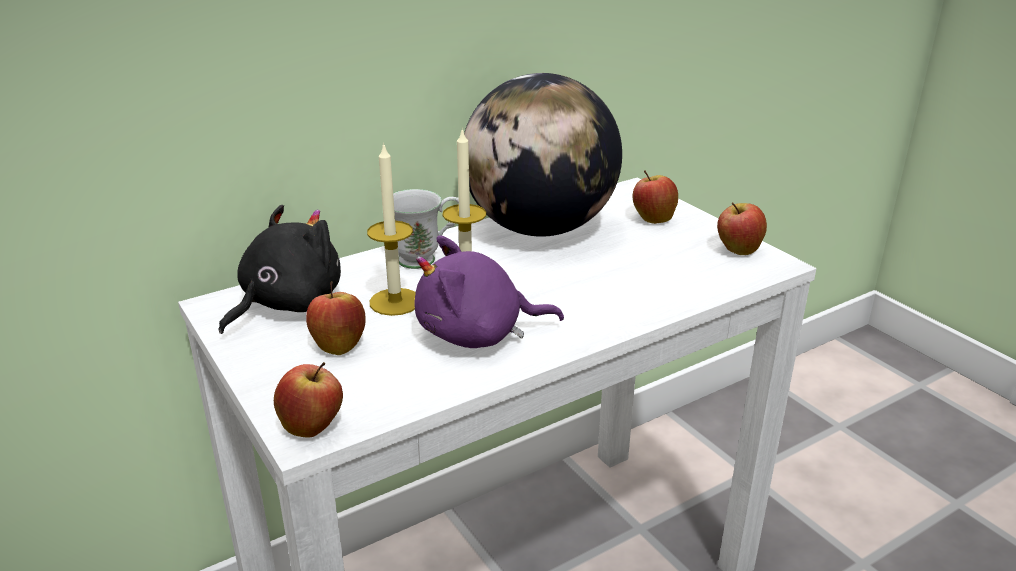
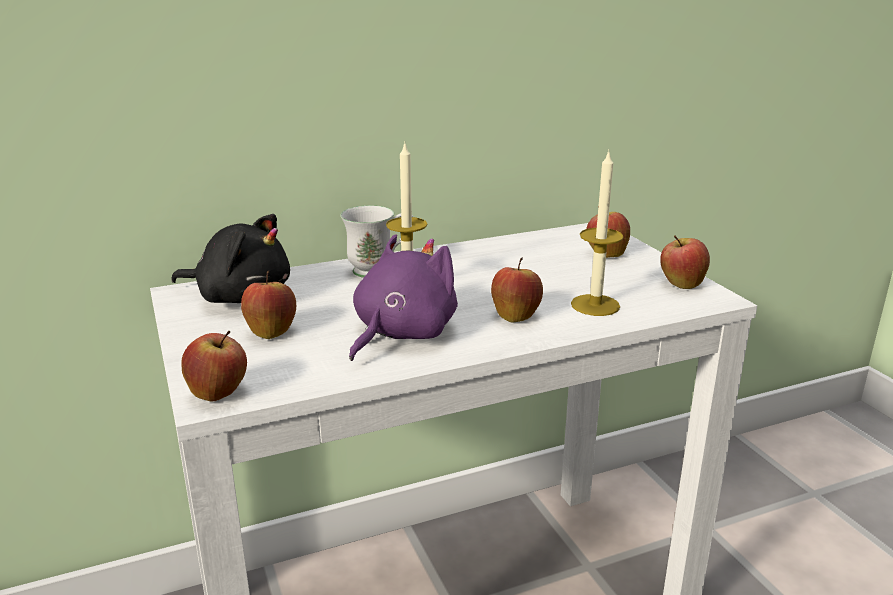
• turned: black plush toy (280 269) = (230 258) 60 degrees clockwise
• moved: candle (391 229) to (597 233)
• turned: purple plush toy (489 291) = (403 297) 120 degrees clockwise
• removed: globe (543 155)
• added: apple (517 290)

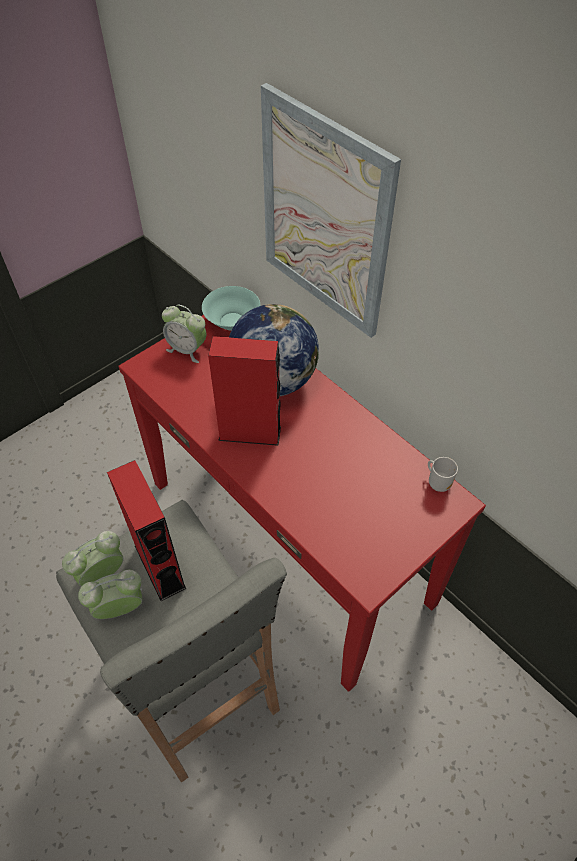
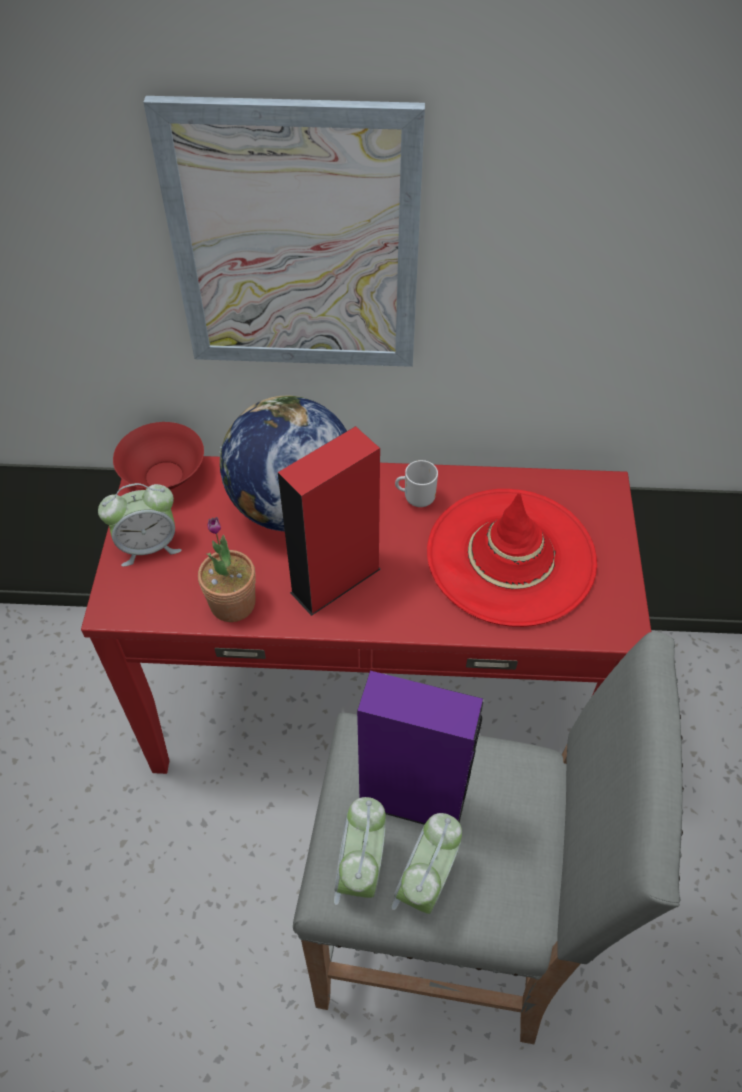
• recoloured: red speaker (146 530) to purple speaker (420 748)
• recoloured: turquoise bowl (231 308) to red bowl (158 456)
• moved: mug (443 474) to (416 483)
• added: potted plant (227 569)
• added: red hat (512 558)

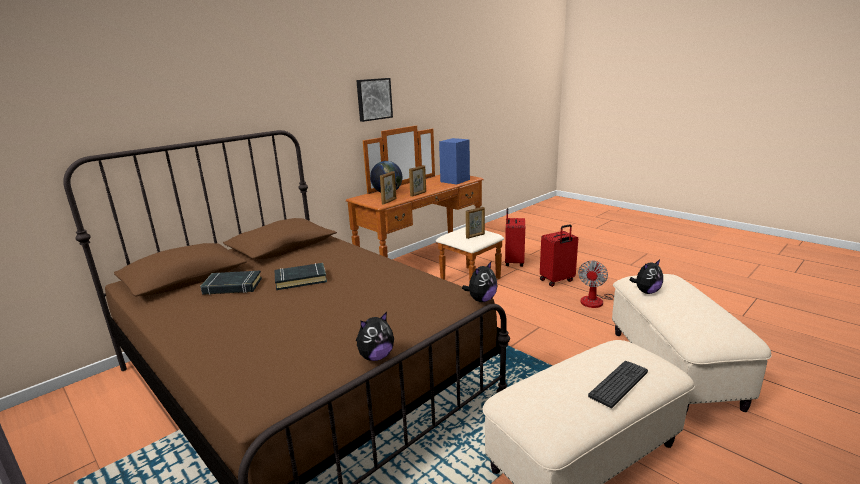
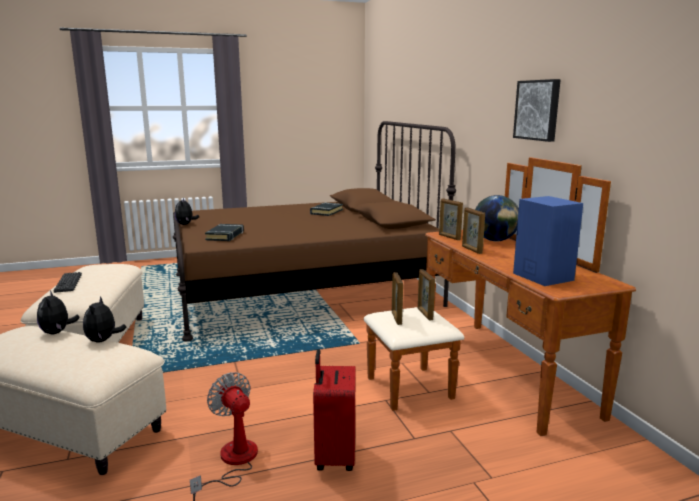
• moved: black book (301 276) to (224 232)
• moved: plush toy (479 282) to (58 312)
• removed: red suitcase (515 237)
• added: picture frame (426 295)

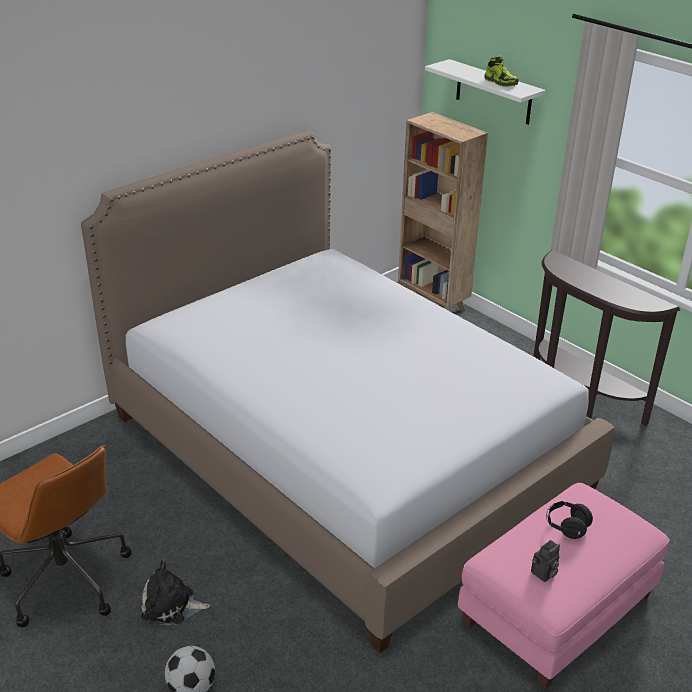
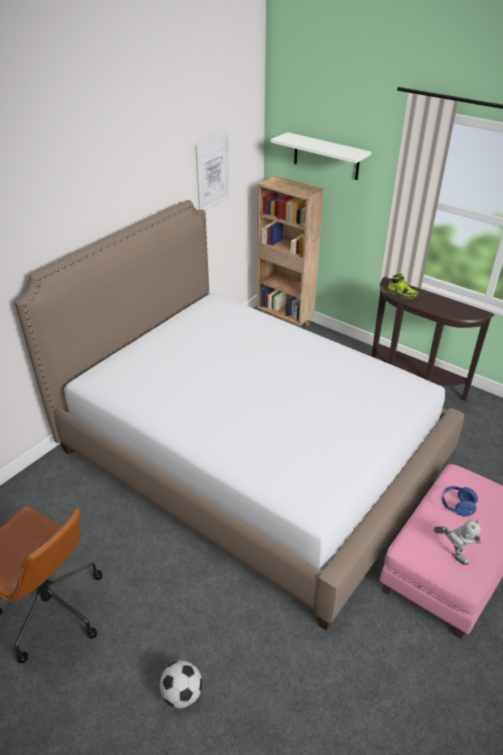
• removed: plush toy (175 592)
• moved: shoe (501 71) to (403 286)
• replaced: photo camera (545 561) to toy robot (458 542)
• recoloured: black headphones (569 520) to blue headphones (459 501)
• added: picture (213 171)

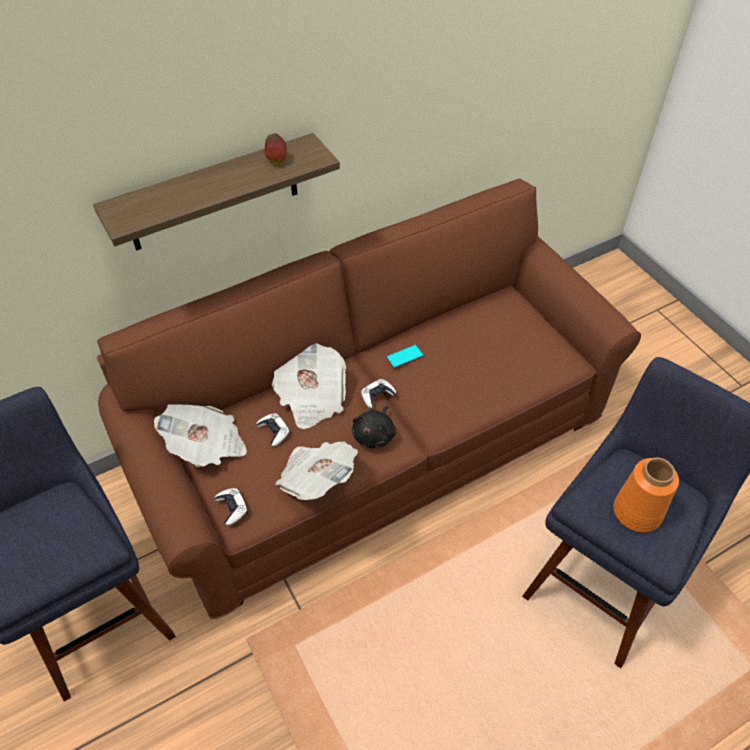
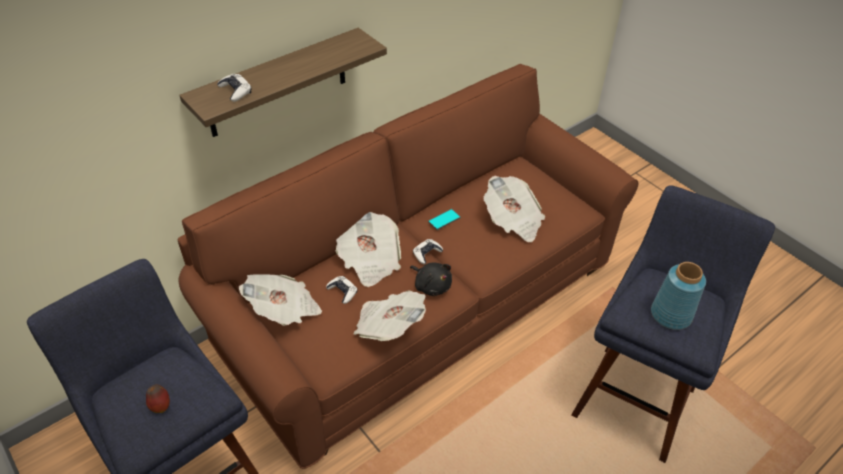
• moved: white game controller (231 506) to (234 88)
• moved: apple (275 149) to (158 398)
• turned: black plush toy (374 427) = (431 279) 60 degrees counterclockwise
• recoloured: orange vase (646 495) to blue vase (678 296)
• added: newspaper (514 209)

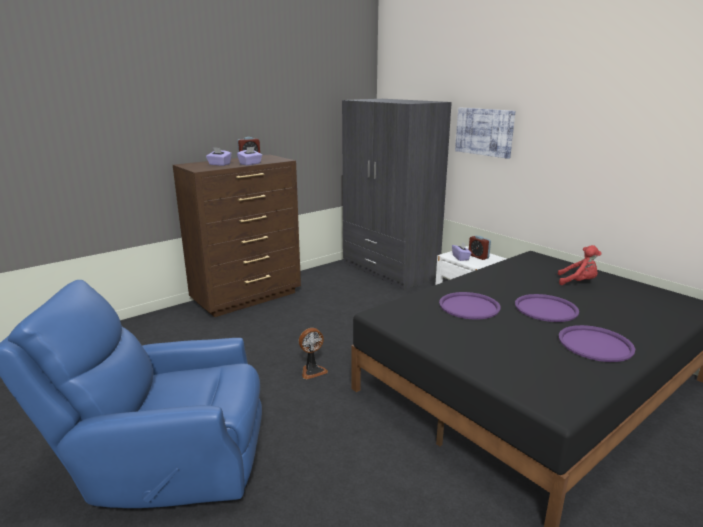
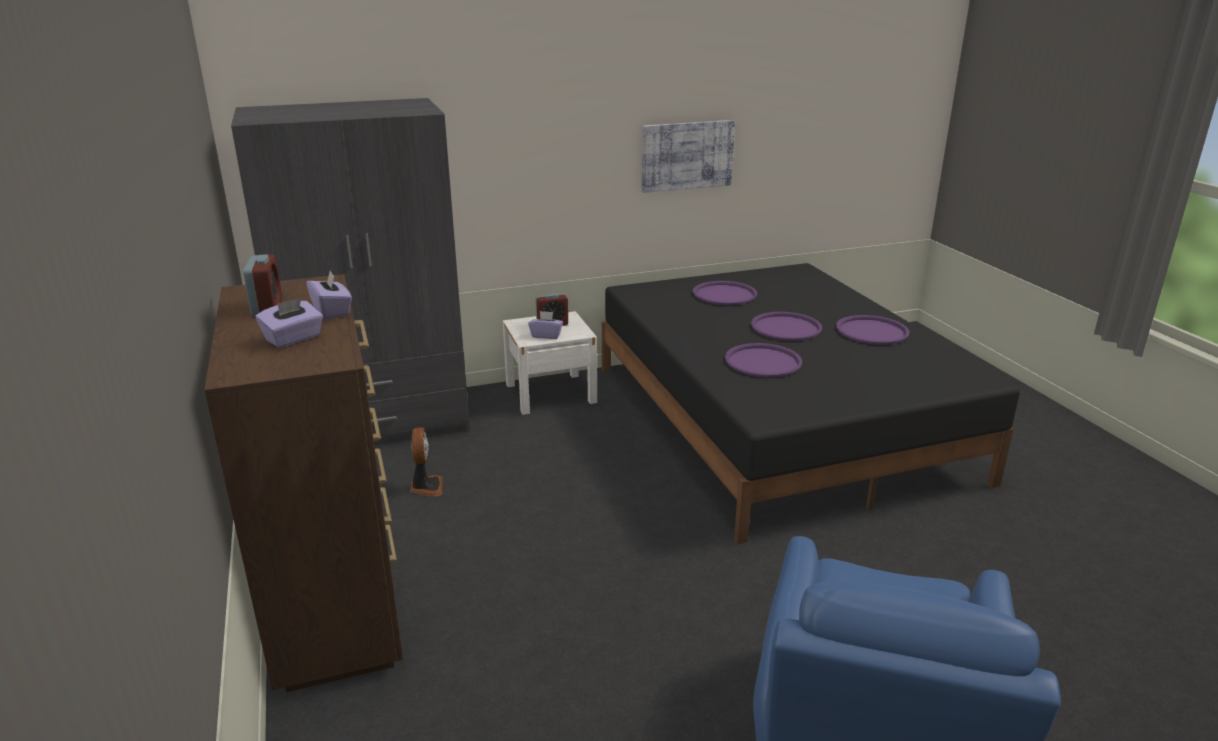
• moved: fan (313 353) to (426 462)
• moved: picture (485 133) to (688 156)
• replaced: red plush toy (579 265) to purple tray (725 293)

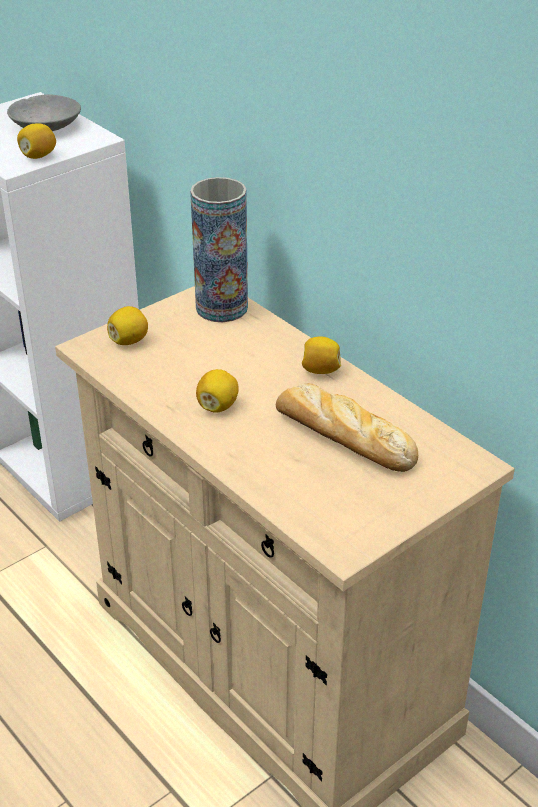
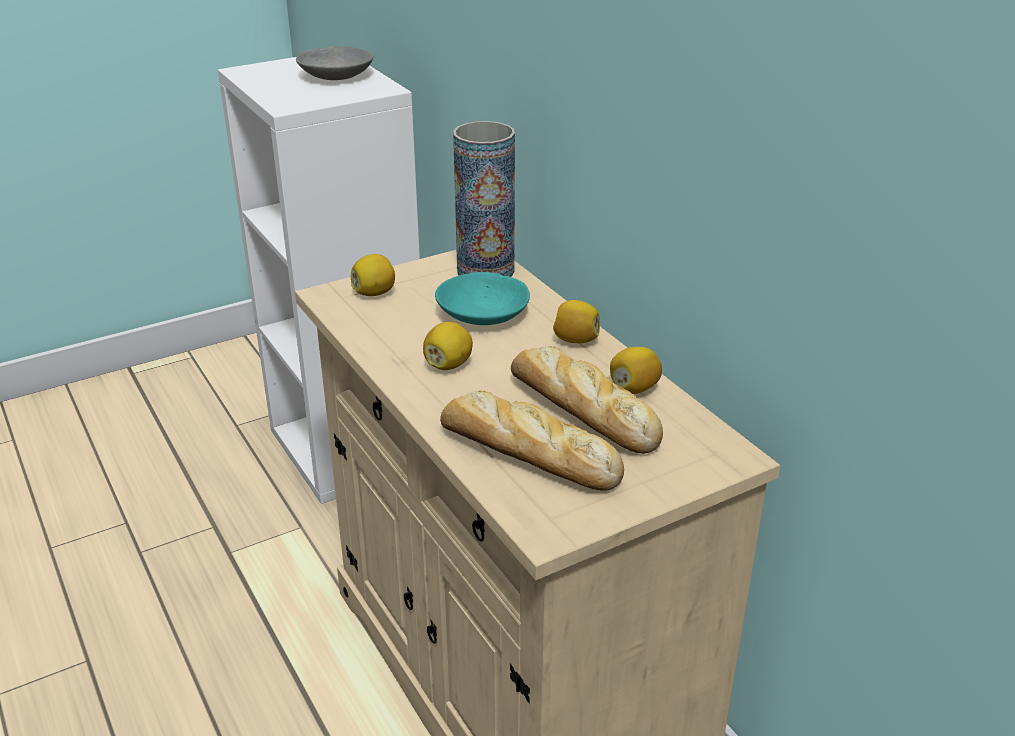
• moved: lemon (36 141) to (636 370)
• added: turquoise bowl (482 298)
• added: bread (532 440)

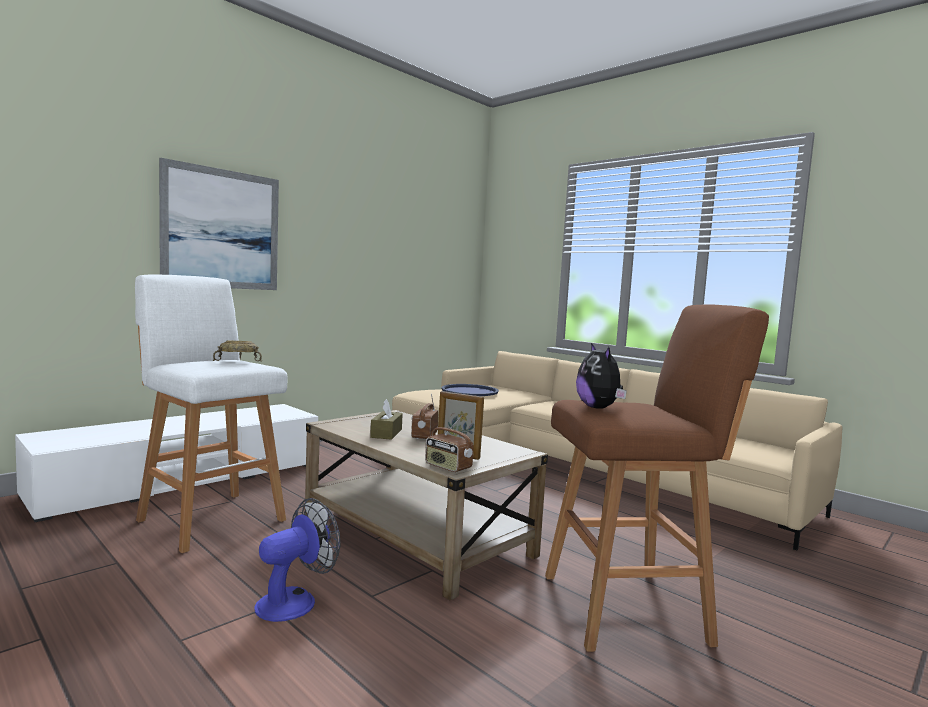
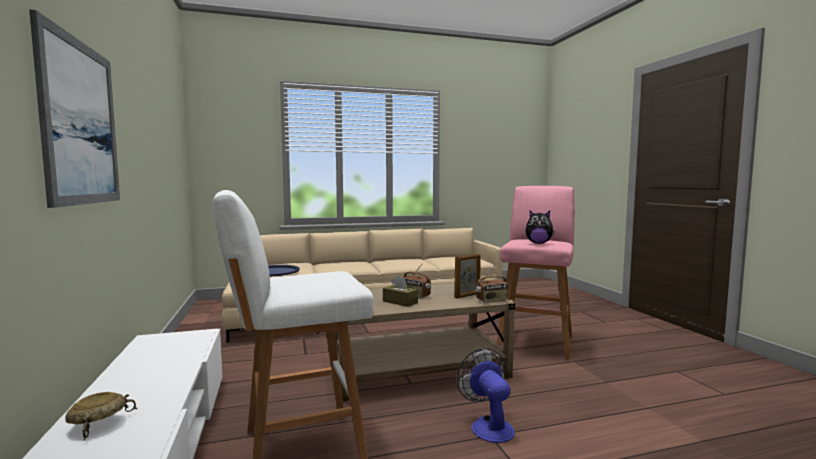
• moved: beige bowl (237 351) to (101 416)
• recoloured: brown stool (657 478) to pink stool (535 273)

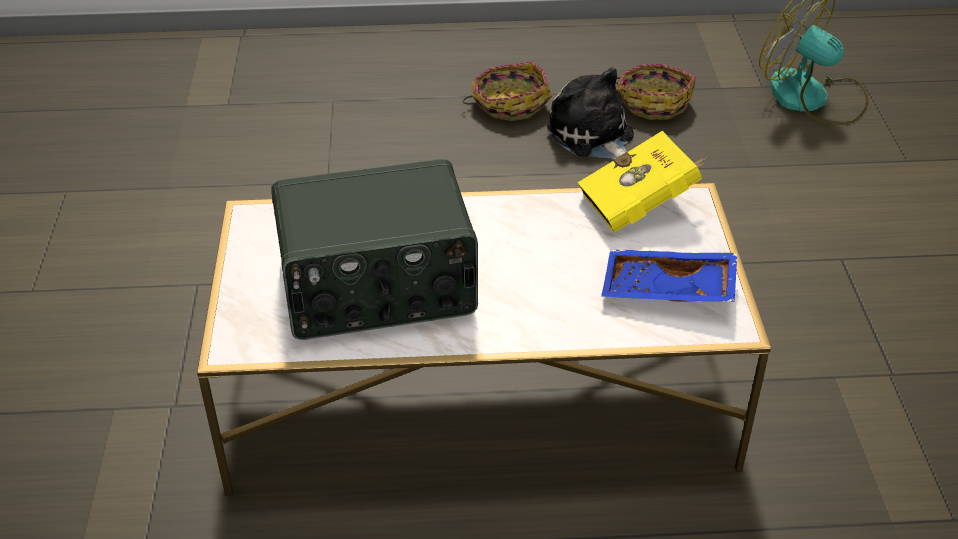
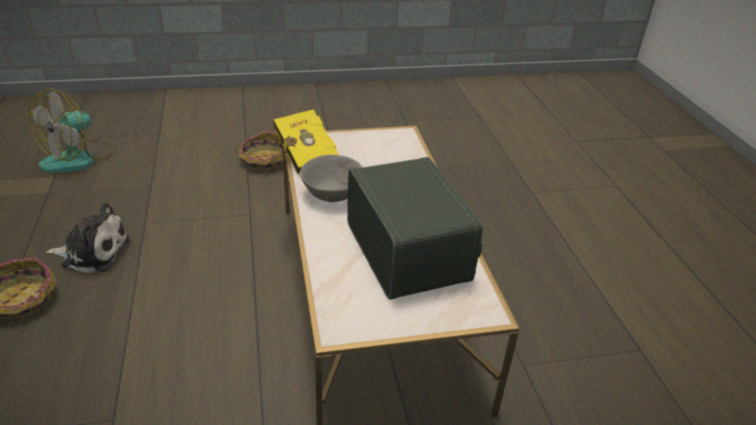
• turned: plush toy (590 113) = (88 238) 135 degrees counterclockwise
• removed: blue tray (669 276)
• moved: basket (656 92) to (261 151)
• added: grey bowl (331 178)

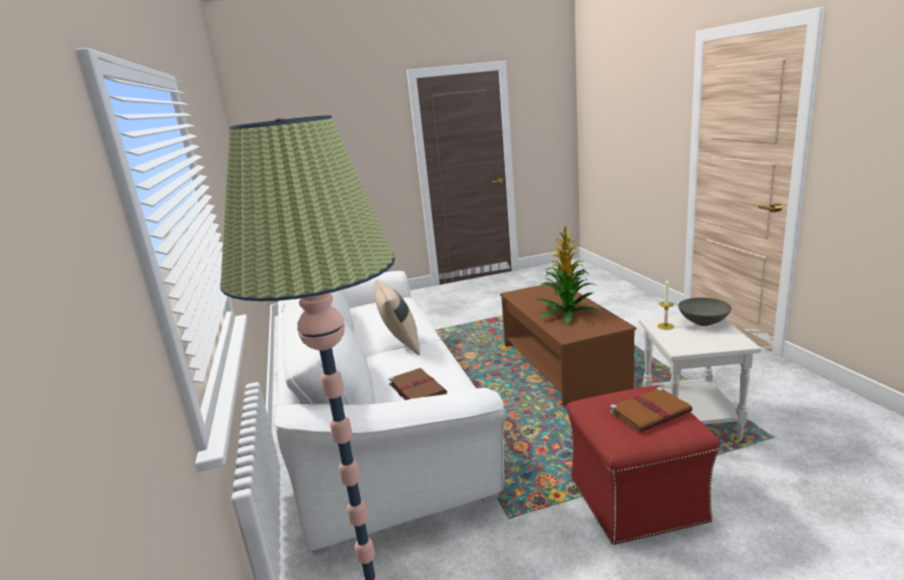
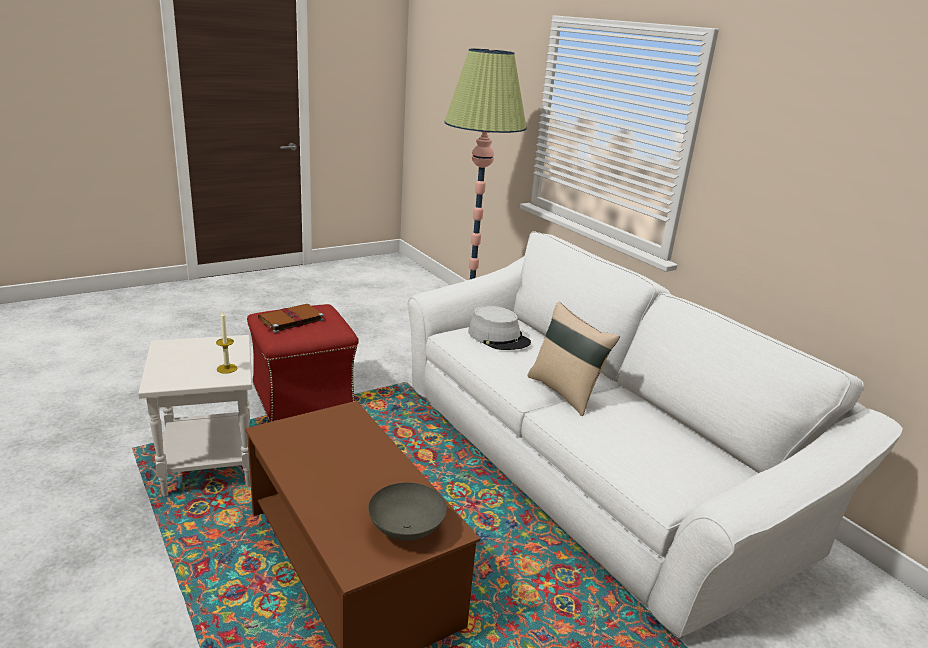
• replaced: brown book (417 384) to grey hat (499 328)
• removed: potted plant (568 274)
• moved: grey bowl (705 312) to (407 512)

